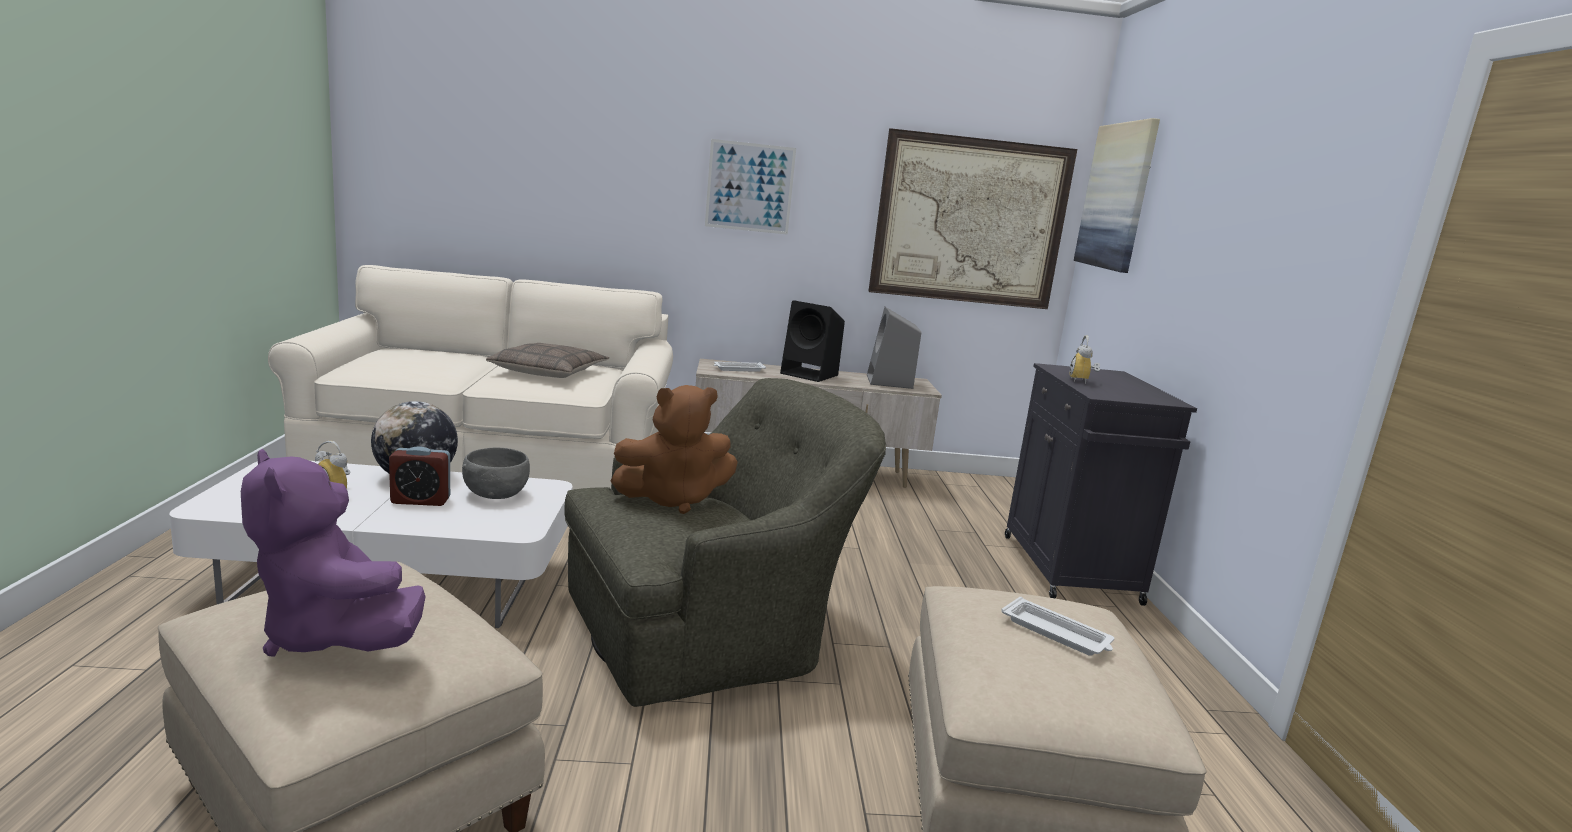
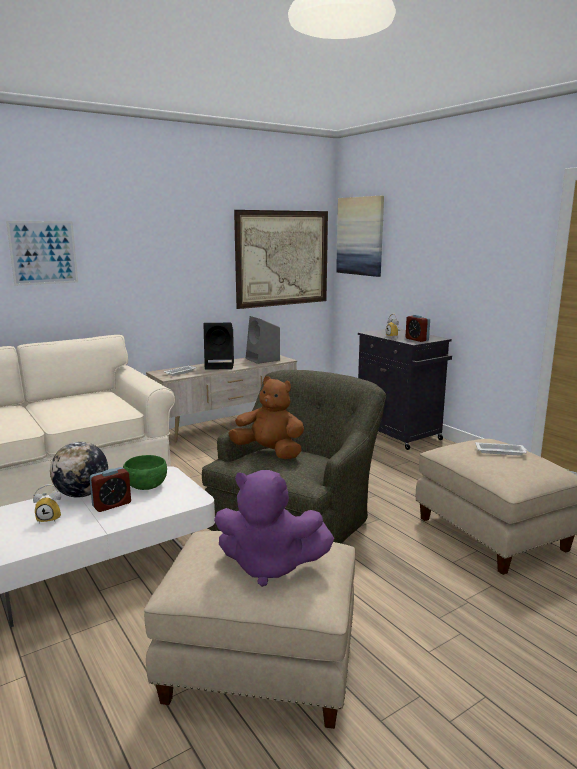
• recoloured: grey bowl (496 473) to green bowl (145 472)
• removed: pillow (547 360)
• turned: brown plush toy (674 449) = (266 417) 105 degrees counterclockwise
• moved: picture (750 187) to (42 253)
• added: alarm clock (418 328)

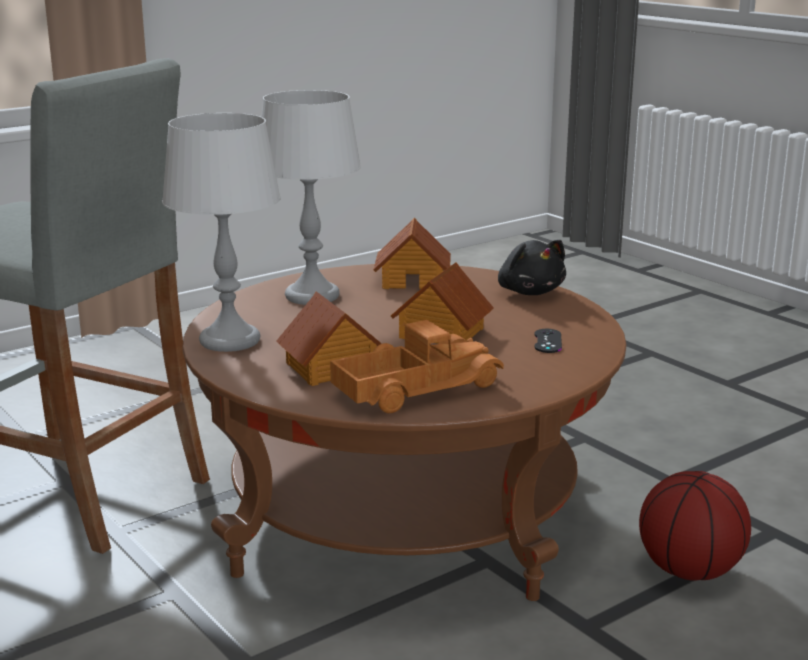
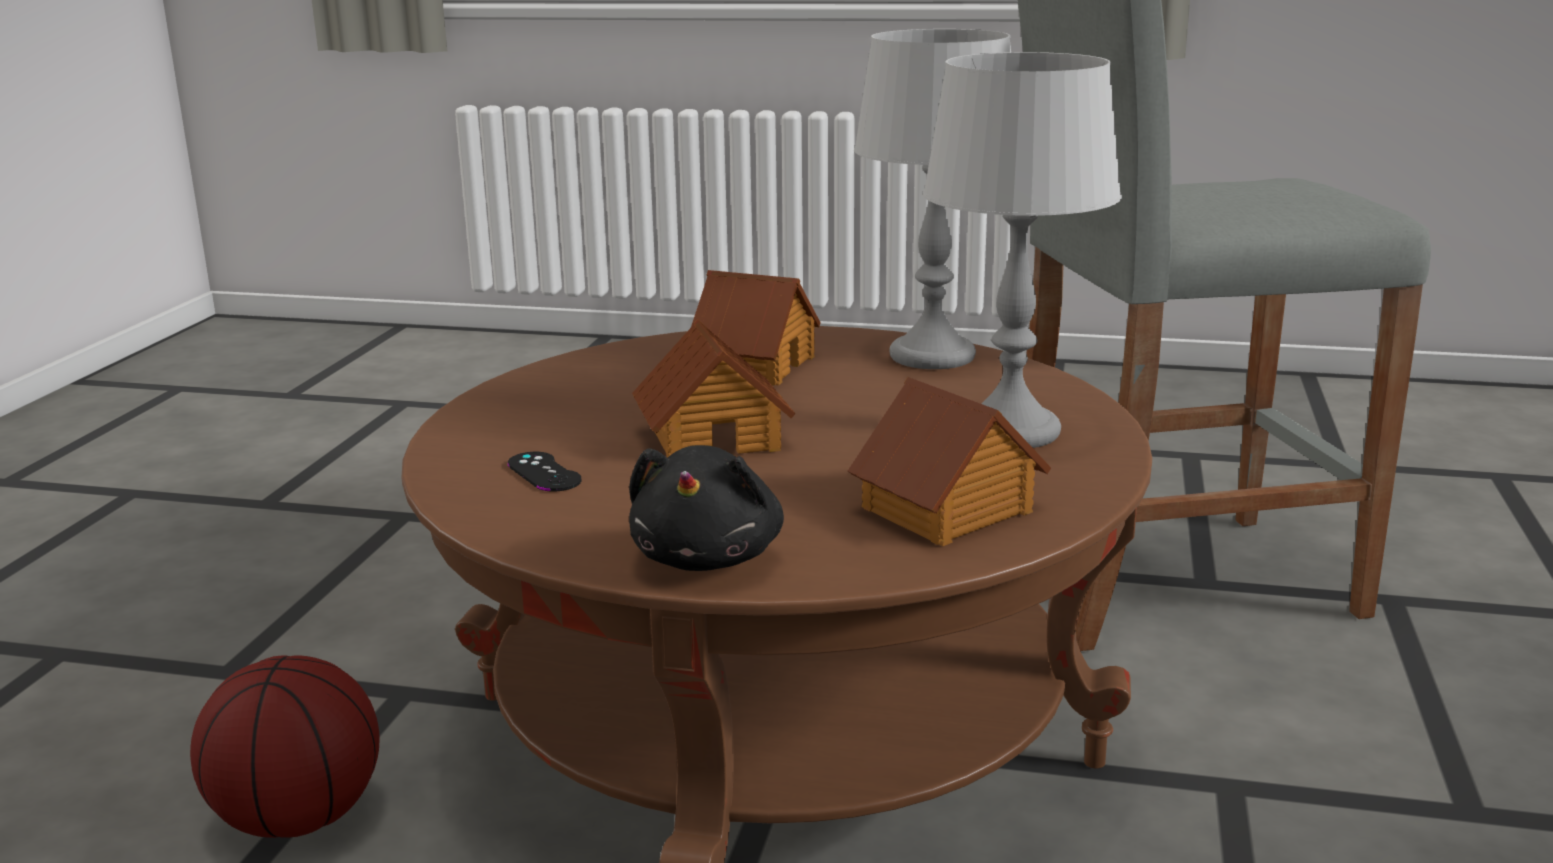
• removed: toy truck (417 366)
• turned: black plush toy (532 267) = (706 508) 105 degrees counterclockwise

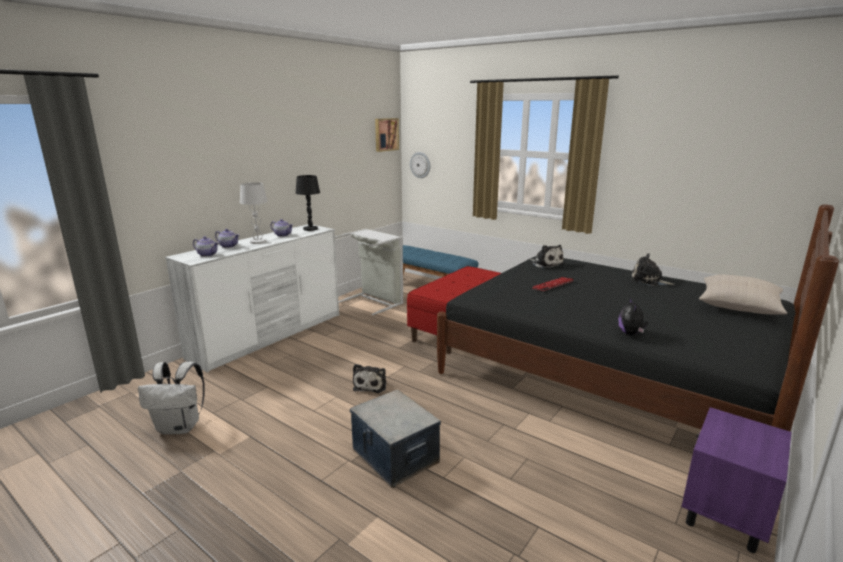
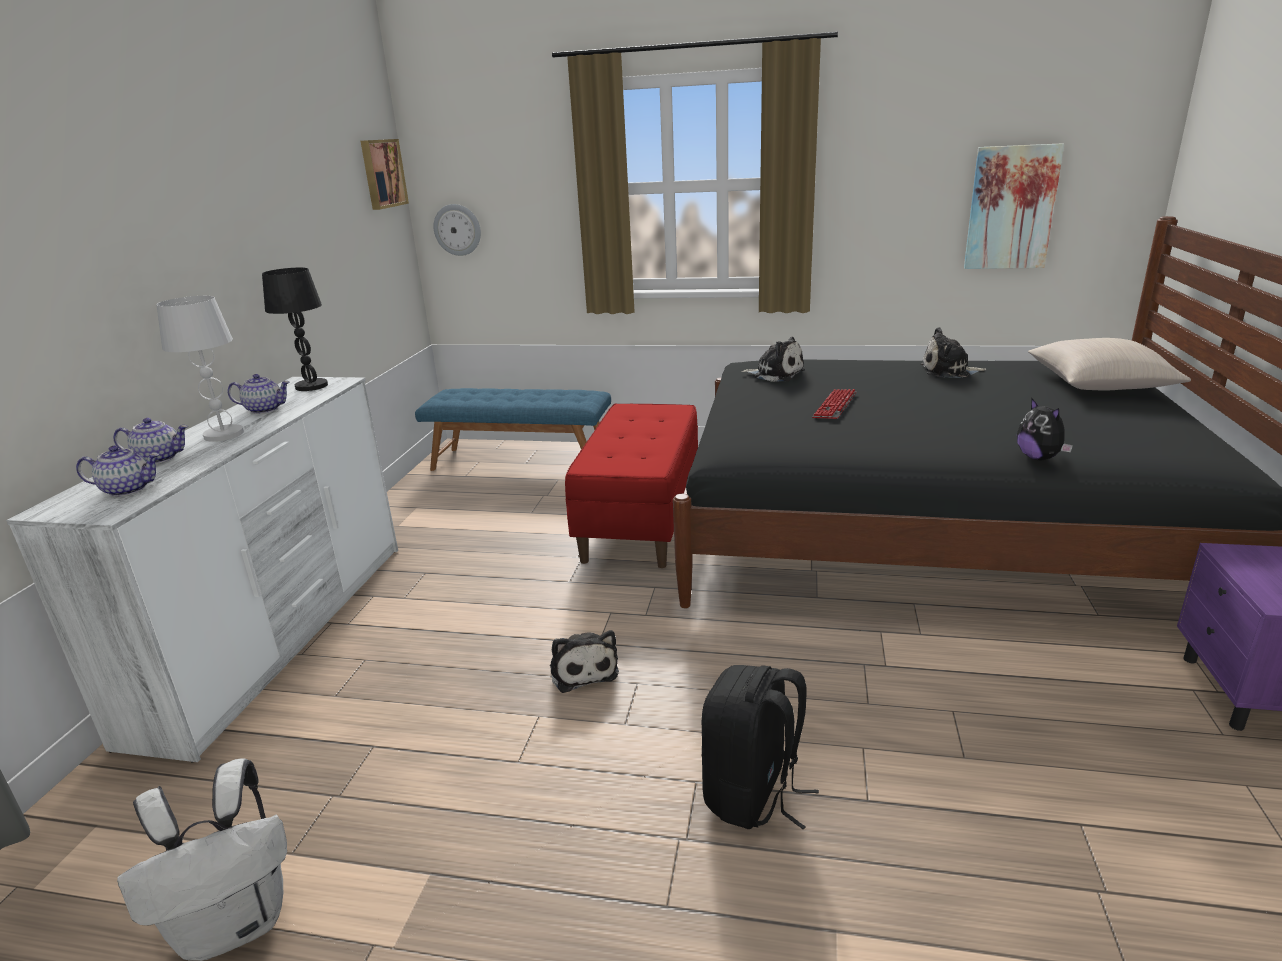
• removed: grey laundry basket (369 272)
• replaced: storage box (395 439) to black backpack (760 747)
• added: picture (1014 206)

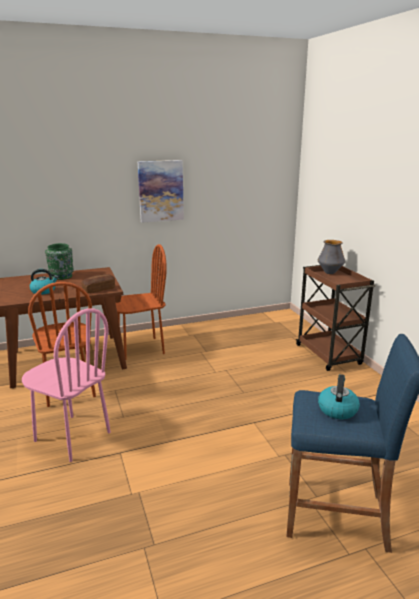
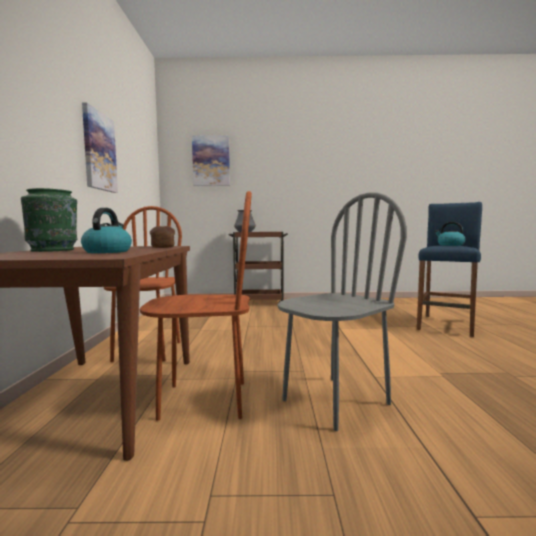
• recoloured: pink chair (66 385) to grey chair (342 311)
• added: picture (211 160)

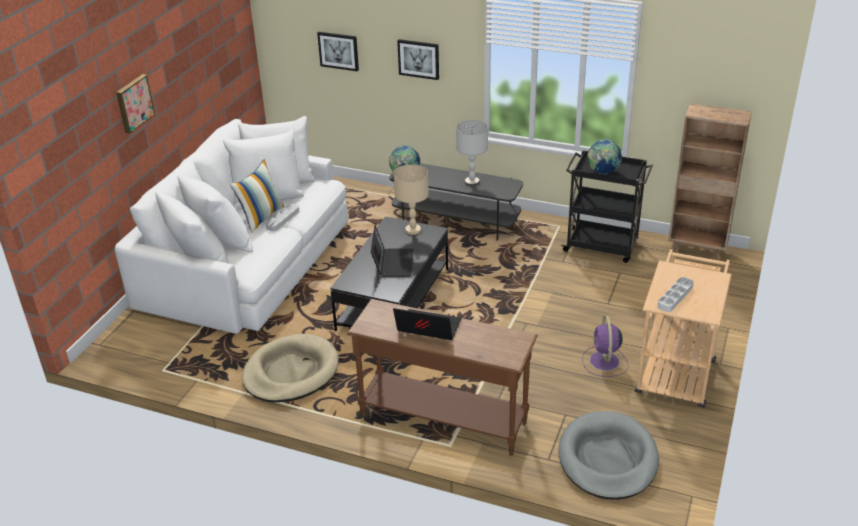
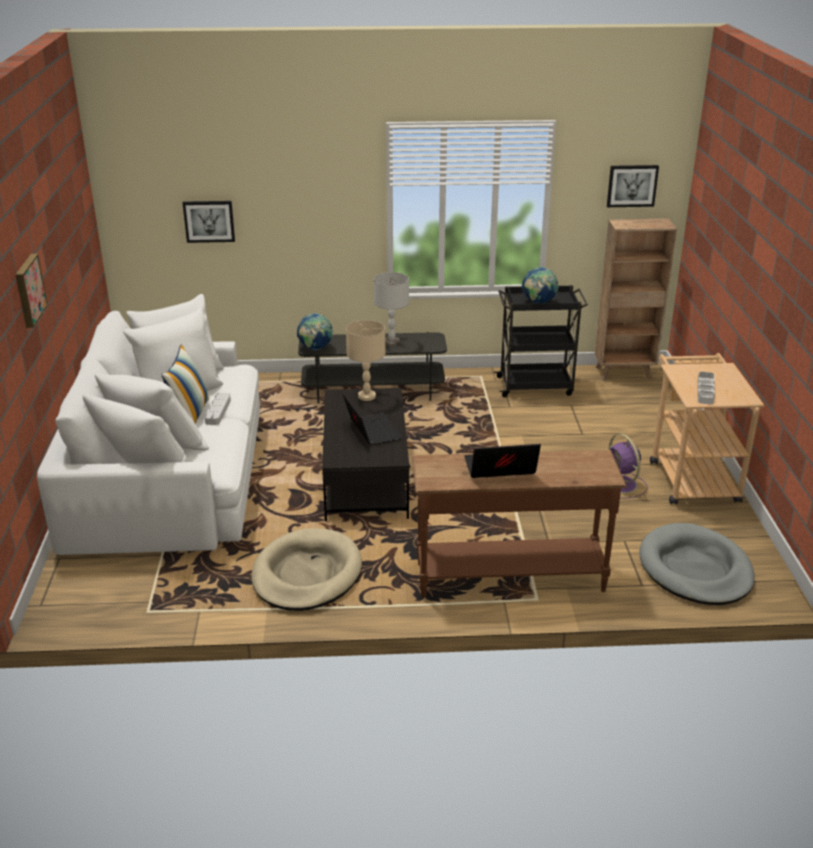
• moved: picture (418 59) to (633 186)

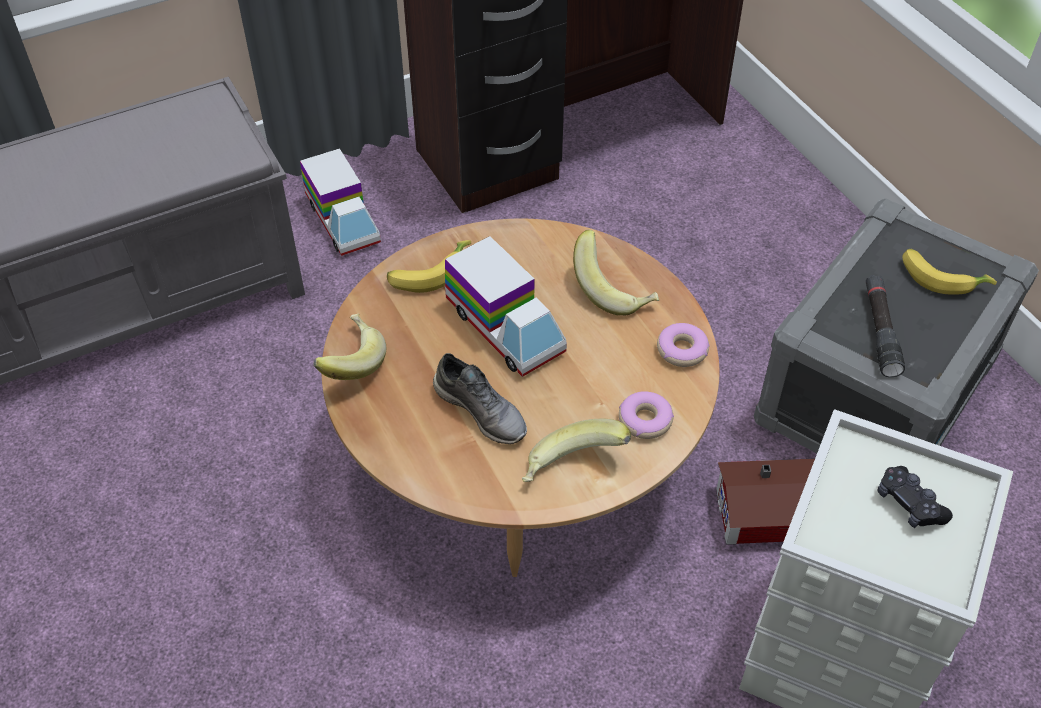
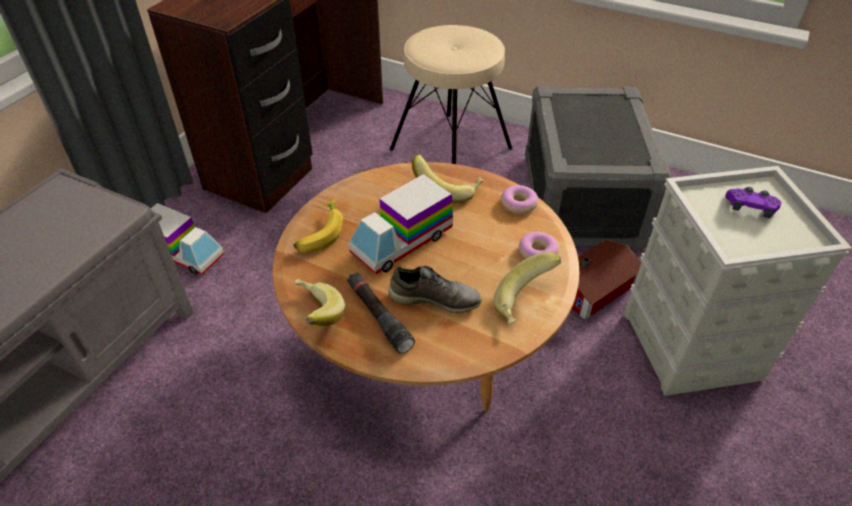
• turned: toy truck (506 306) = (401 224) 120 degrees clockwise
• moved: black flashlight (885 326) to (381 313)
• recoloured: black game controller (915 497) to purple game controller (753 202)
• removed: banana (949 272)
• added: beige stool (450 94)

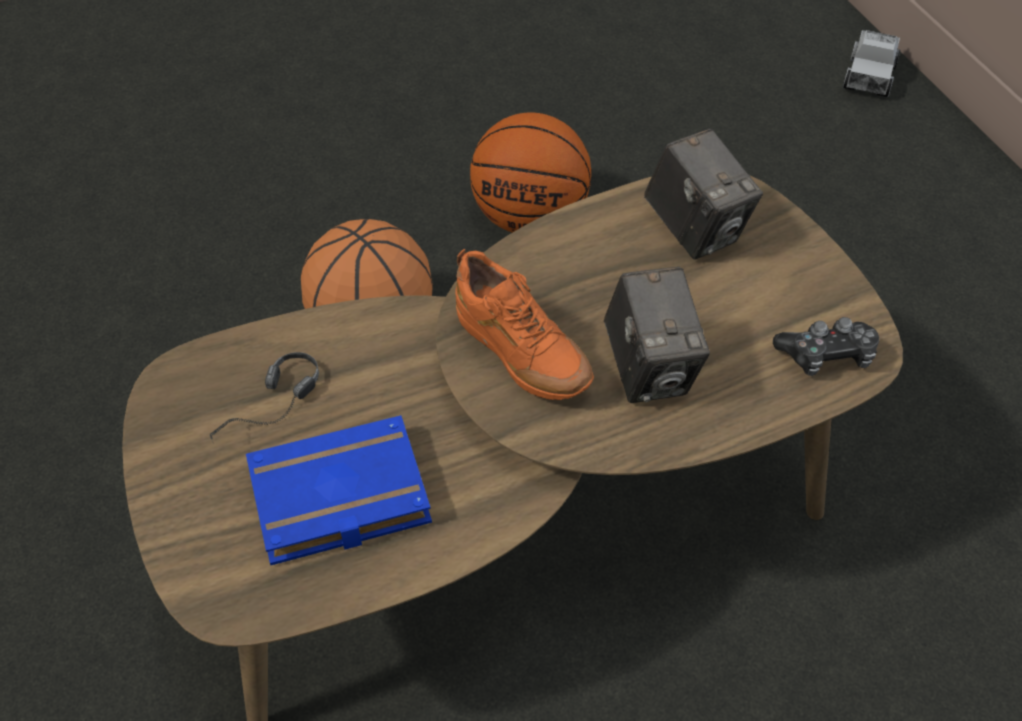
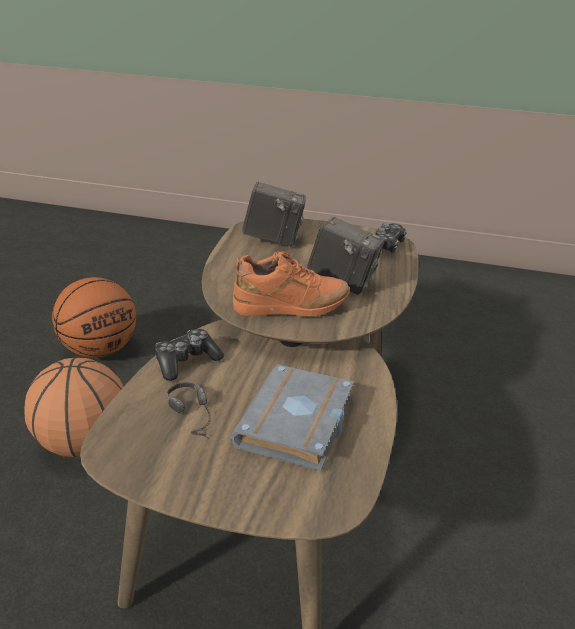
• recoloured: blue book (339 490) to grey book (292 417)
• removed: toy truck (871 63)
• added: game controller (189 355)

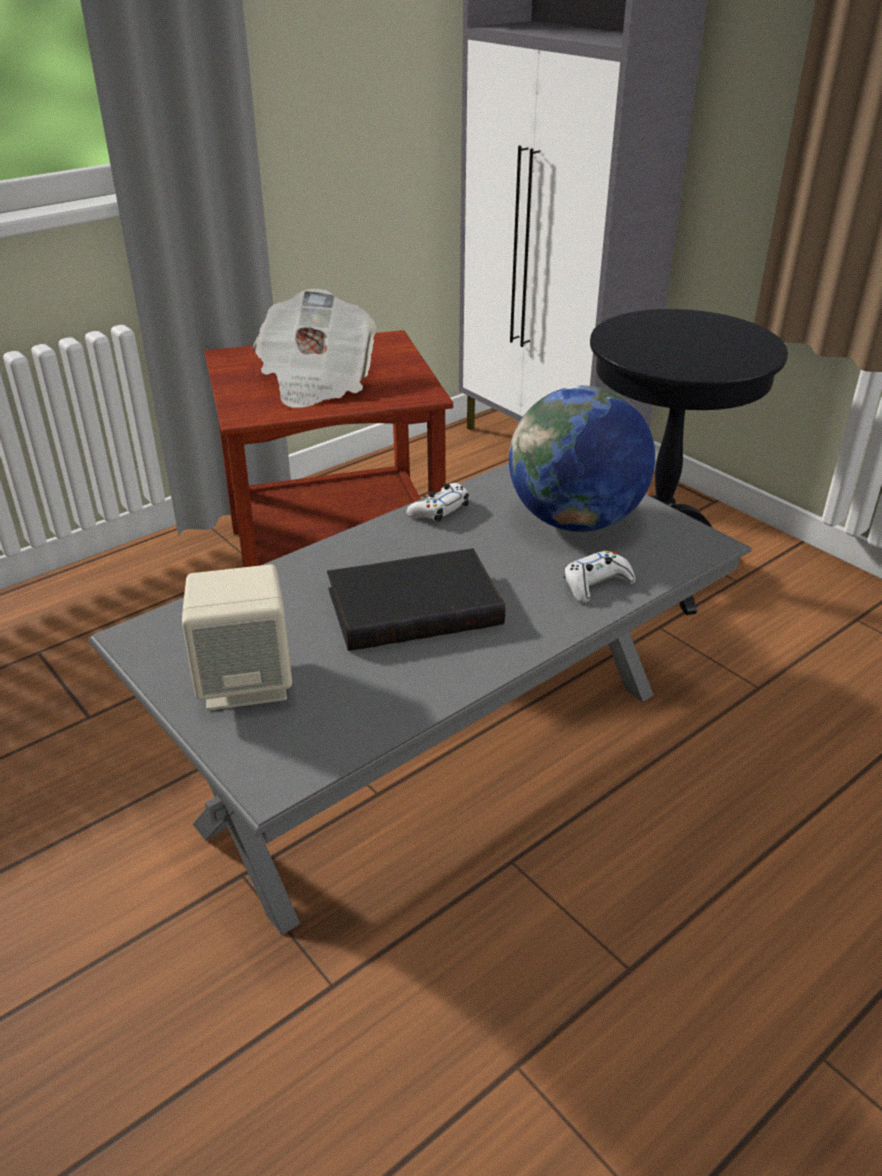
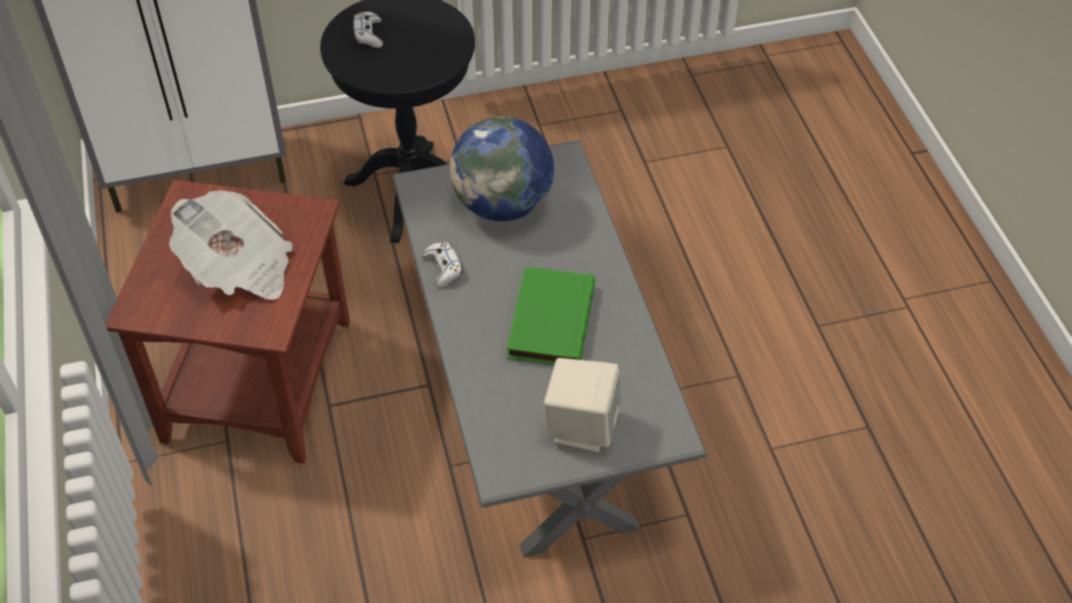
• recoloured: black book (416 599) to green book (550 315)
• moved: white game controller (599 576) to (368 30)

